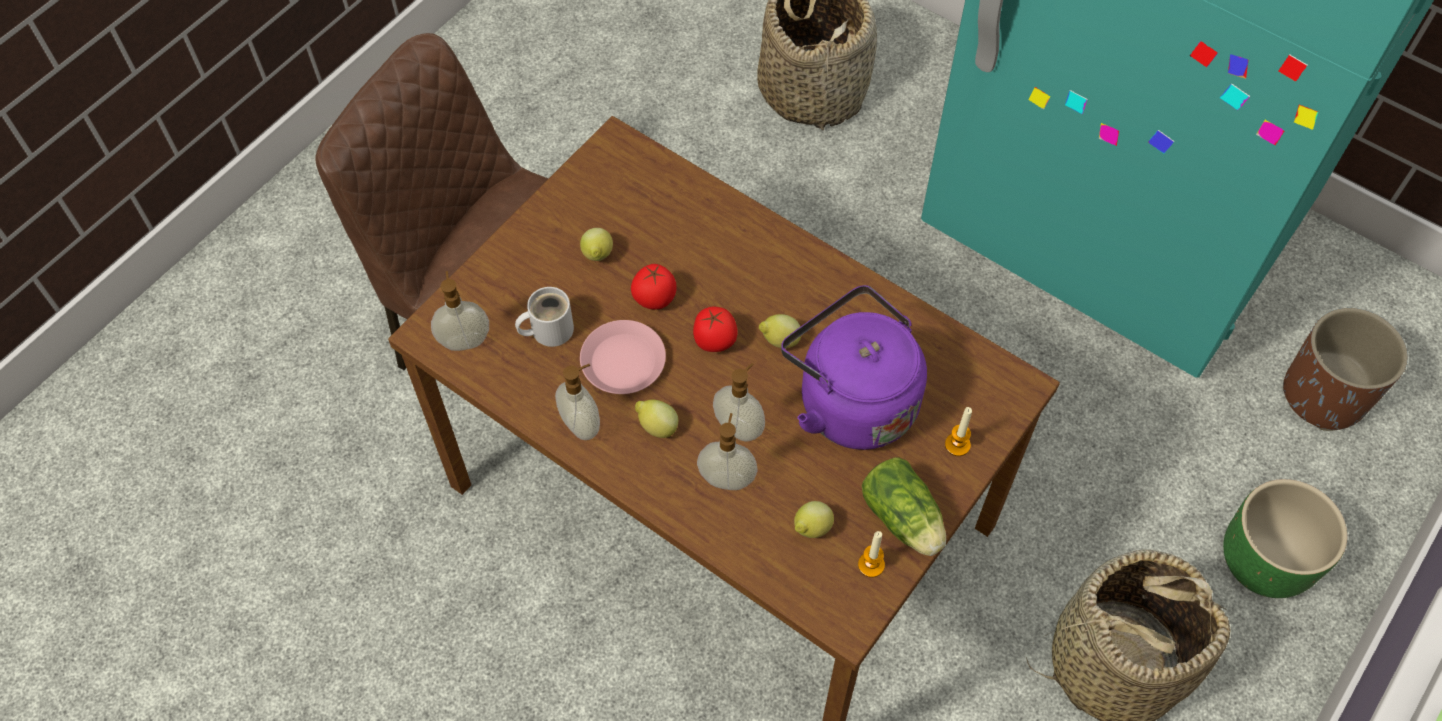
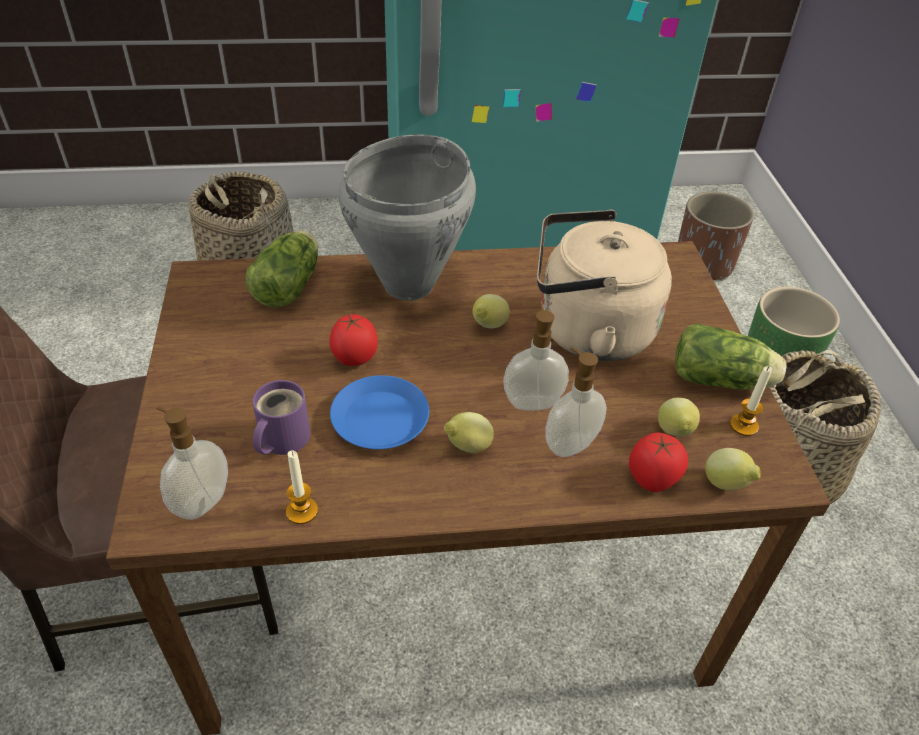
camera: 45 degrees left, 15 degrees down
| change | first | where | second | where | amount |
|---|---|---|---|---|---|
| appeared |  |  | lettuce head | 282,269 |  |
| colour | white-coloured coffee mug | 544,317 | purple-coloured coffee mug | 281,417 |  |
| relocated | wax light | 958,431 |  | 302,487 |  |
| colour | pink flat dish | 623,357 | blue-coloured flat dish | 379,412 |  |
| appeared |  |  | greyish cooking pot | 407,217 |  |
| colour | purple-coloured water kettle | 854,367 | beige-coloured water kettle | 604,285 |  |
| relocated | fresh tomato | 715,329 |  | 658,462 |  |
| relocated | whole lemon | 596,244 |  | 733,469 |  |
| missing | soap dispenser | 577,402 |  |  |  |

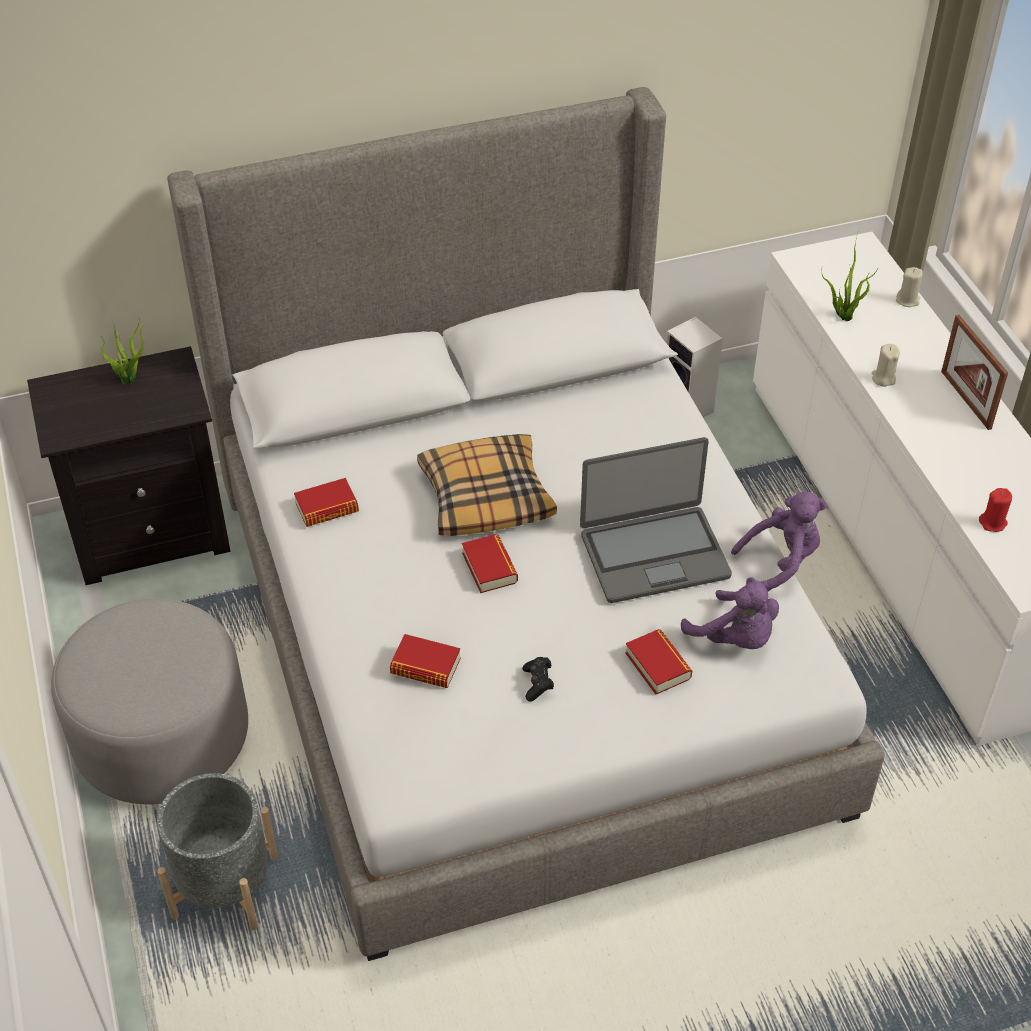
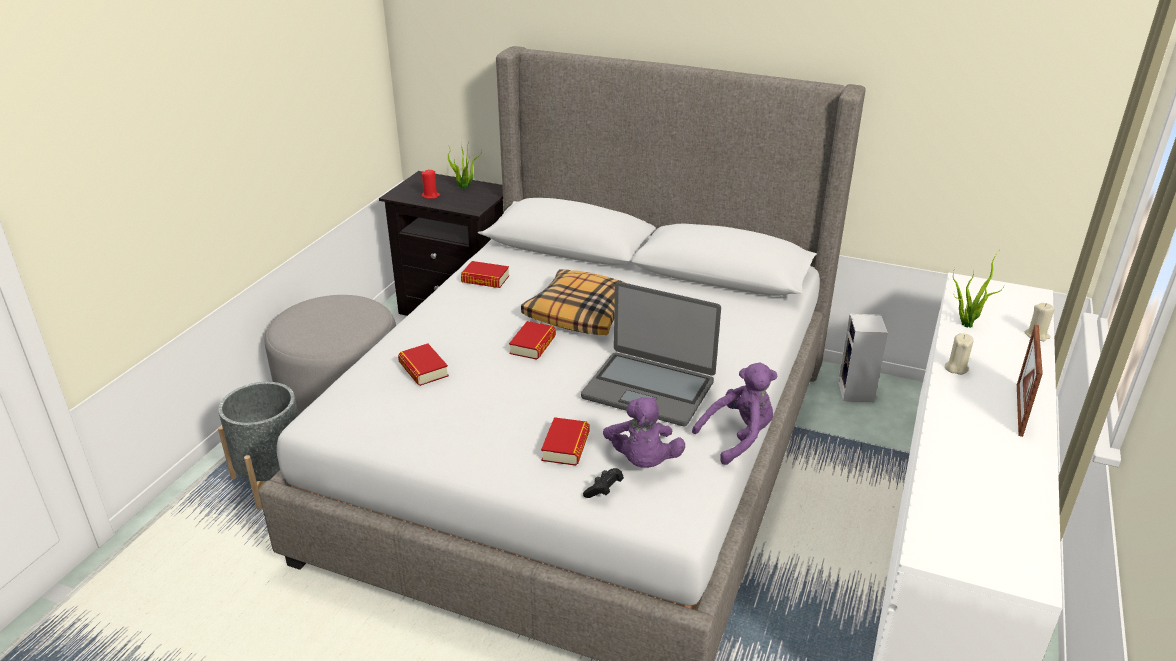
camera: 40 degrees right, 15 degrees down
| change | first | where | second | where | amount |
|---|---|---|---|---|---|
| relocated | red wax light | 995,510 |  | 430,184 |  |
| relocated | black-coloured game controller | 538,679 |  | 603,483 |  |
| spun | purple-coloured plush toy | 779,542 |  | 735,413 | 45 degrees counterclockwise |

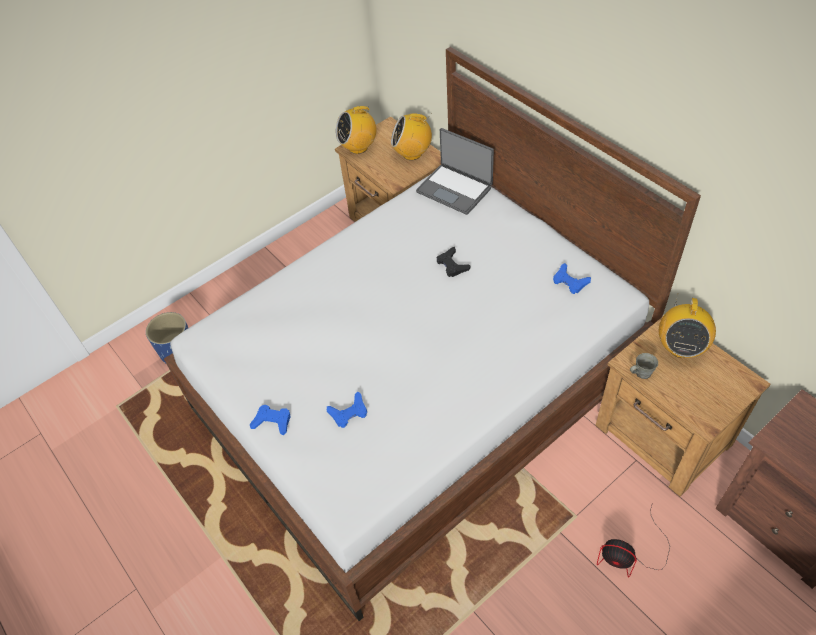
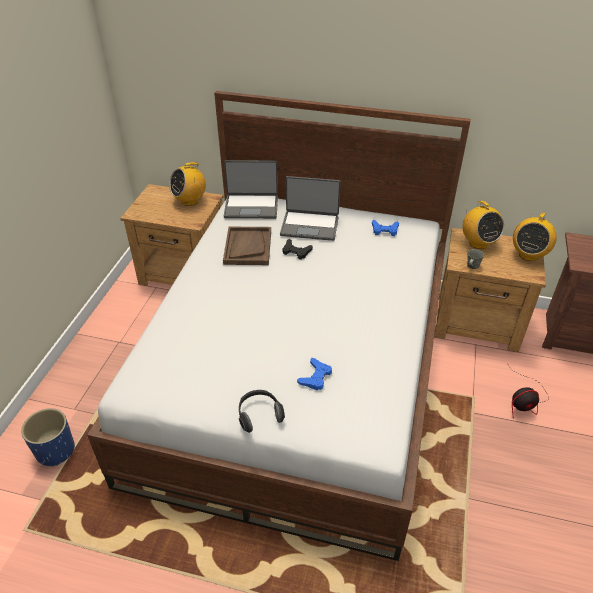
camera: 40 degrees left, 10 degrees down
| change | first | where | second | where | amount |
|---|---|---|---|---|---|
| appeared |  |  | brownish carrying tray | 247,246 |  |
| exchanged | blue-coloured game controller | 270,420 | headset | 262,411 |  |
| appeared |  |  | laptop | 310,208 |  |
| relocated | radio set | 356,128 |  | 535,235 |  |

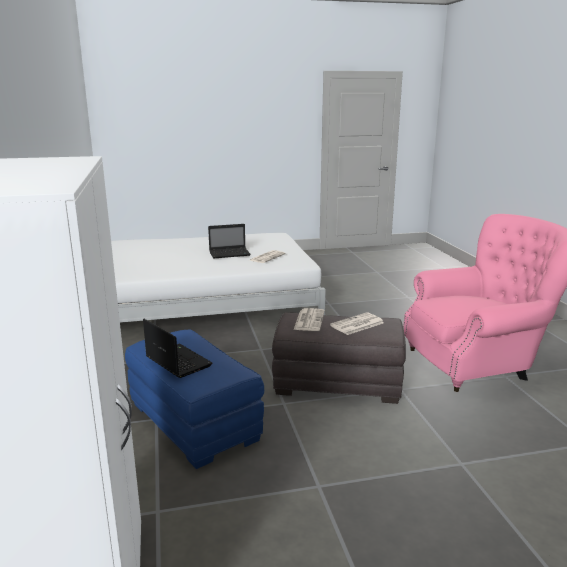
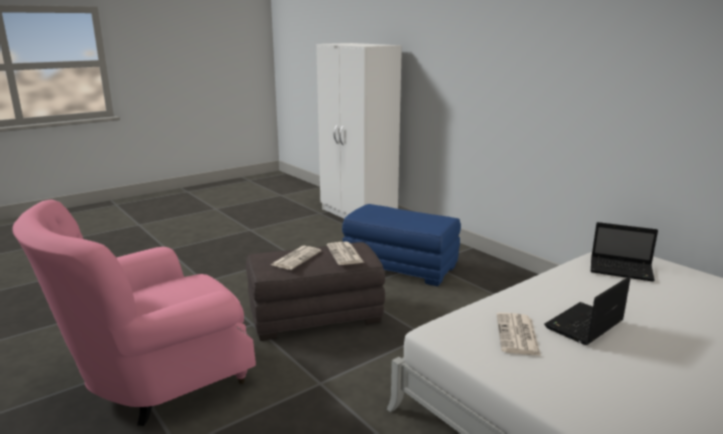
camera: 155 degrees right, 0 degrees up
| change | first | where | second | where | amount |
|---|---|---|---|---|---|
| relocated | laptop | 178,348 |  | 624,252 |  |

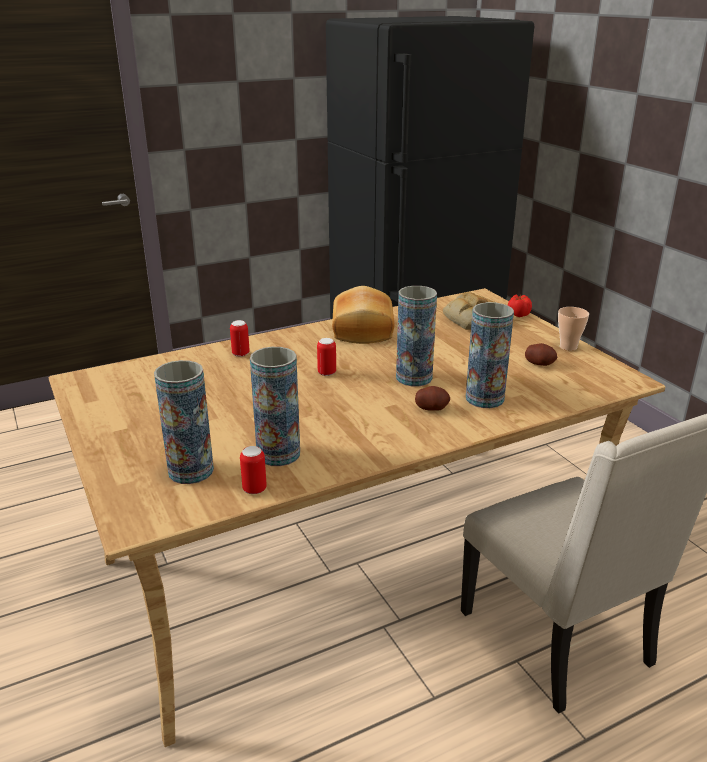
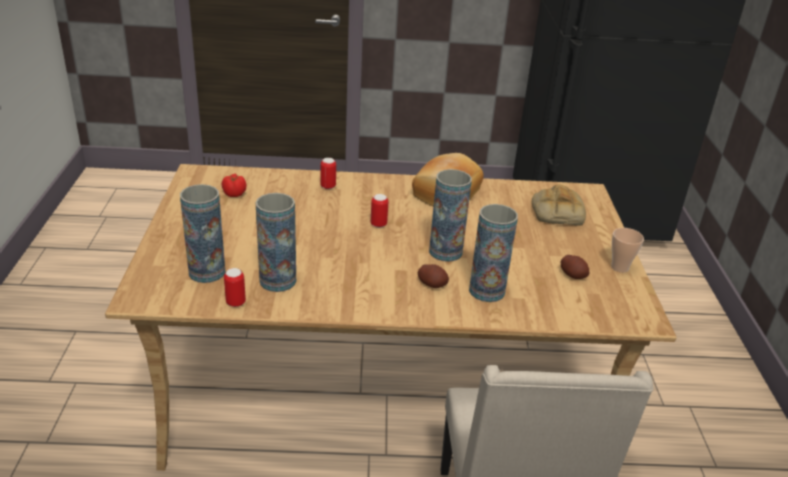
camera: 25 degrees right, 5 degrees up
| change | first | where | second | where | amount |
|---|---|---|---|---|---|
| relocated | fresh tomato | 520,305 |  | 234,185 |  |

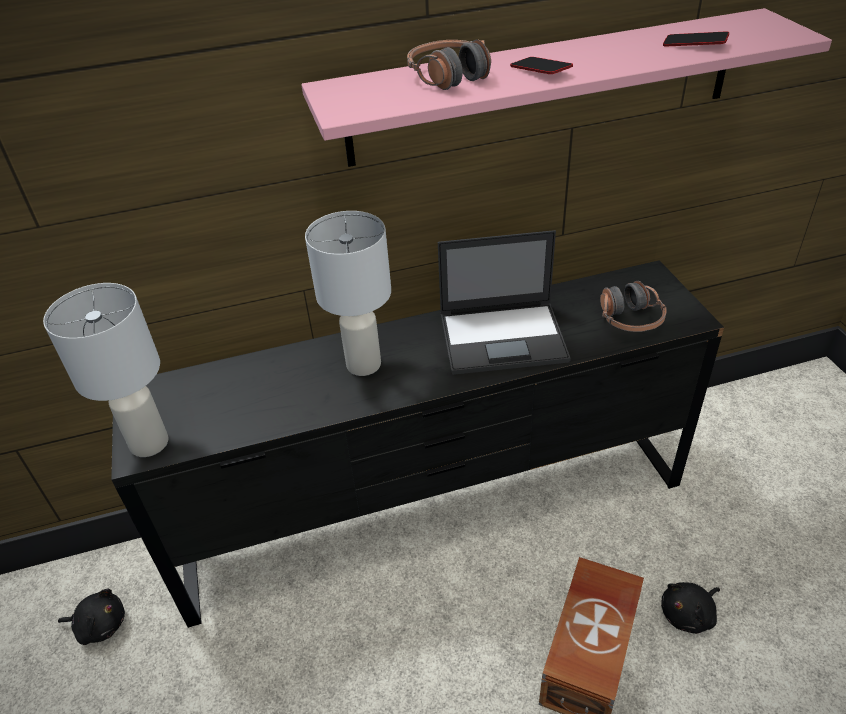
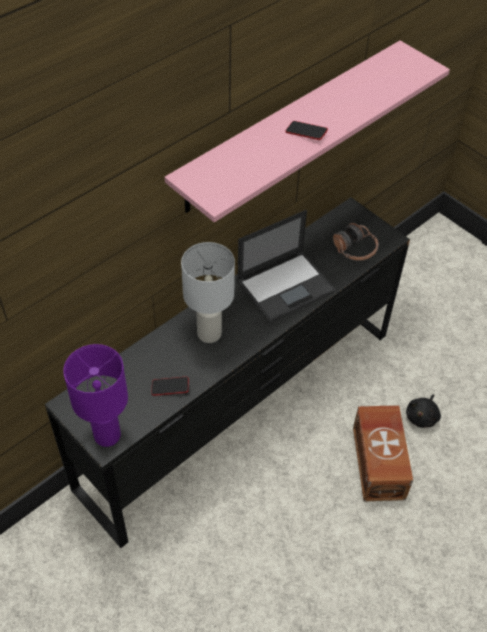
camera: 30 degrees left, 10 degrees up
| change | first | where | second | where | amount |
|---|---|---|---|---|---|
| colour | white-coloured tabletop lamp | 106,370 | purple-coloured tabletop lamp | 95,395 |  |
| relocated | handset | 696,39 |  | 170,386 |  |
| missing | black-coloured plush toy | 91,617 |  |  |  |
| missing | headset | 449,64 |  |  |  |

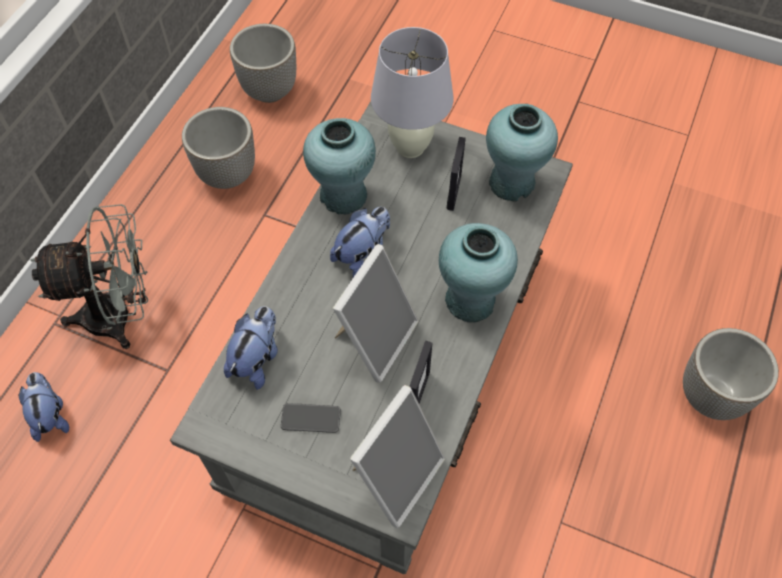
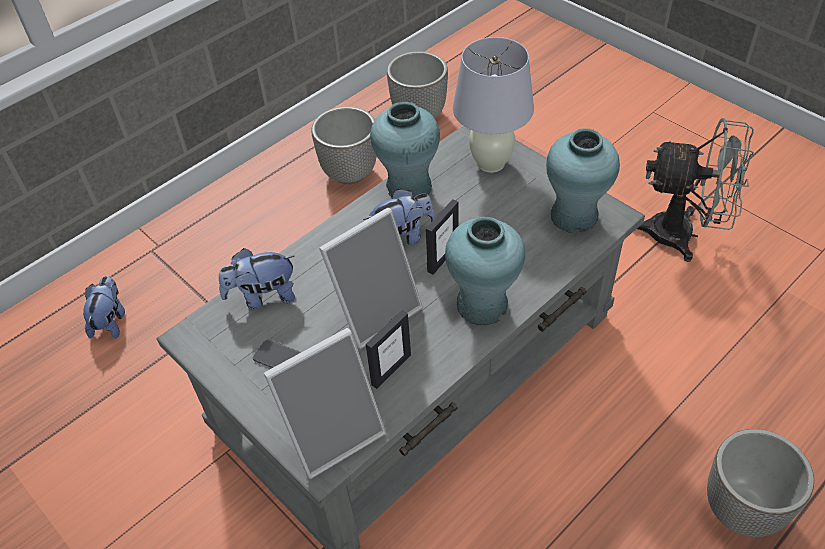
camera: 25 degrees right, 10 degrees down
| change | first | where | second | where | amount |
|---|---|---|---|---|---|
| spun | plush toy | 251,348 |  | 257,278 | 150 degrees counterclockwise |
| relocated | picture frame | 456,174 |  | 442,237 |  |
| relocated | greyish electric fan | 89,276 |  | 695,190 |  |

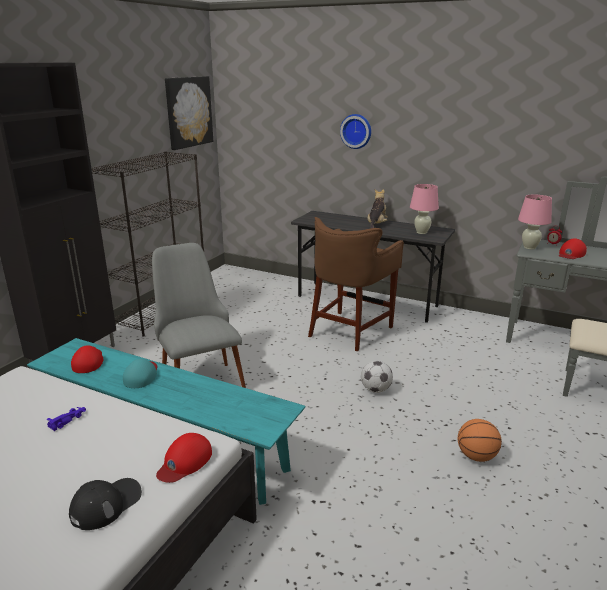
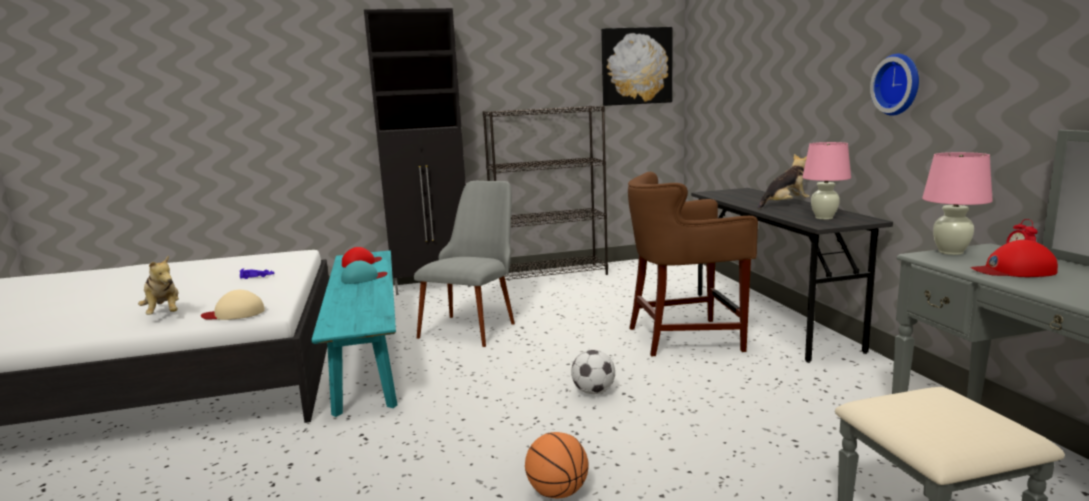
camera: 50 degrees right, 10 degrees down
| change | first | where | second | where | amount |
|---|---|---|---|---|---|
| exchanged | black-coloured cap | 105,504 | plush toy | 158,285 |  |
| colour | red cap | 184,458 | beige-coloured cap | 233,304 |  |
| relocated | hanging clock | 355,131 |  | 894,85 |  |

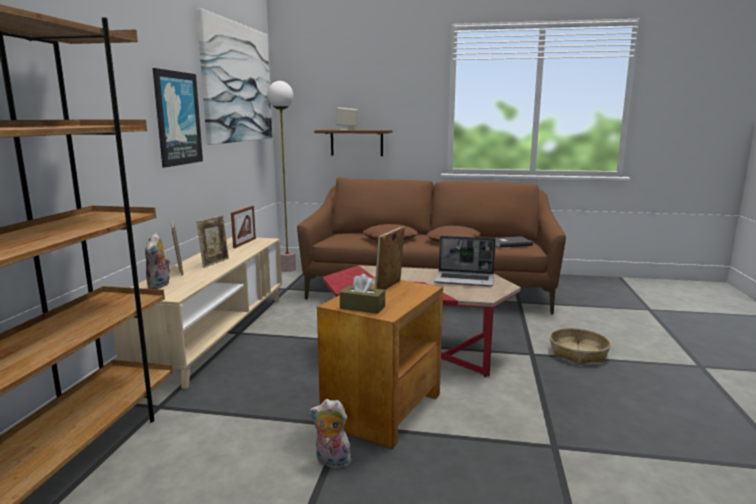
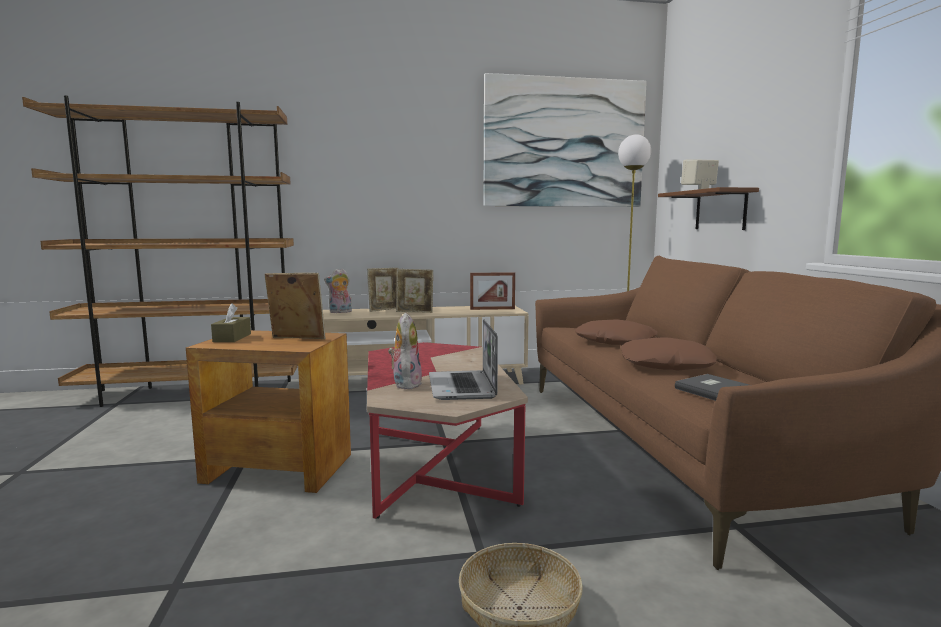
camera: 70 degrees right, 5 degrees down
| change | first | where | second | where | amount |
|---|---|---|---|---|---|
| relocated | plush toy | 330,434 |  | 405,351 |  |
| missing | wall picture | 178,118 |  |  |  |

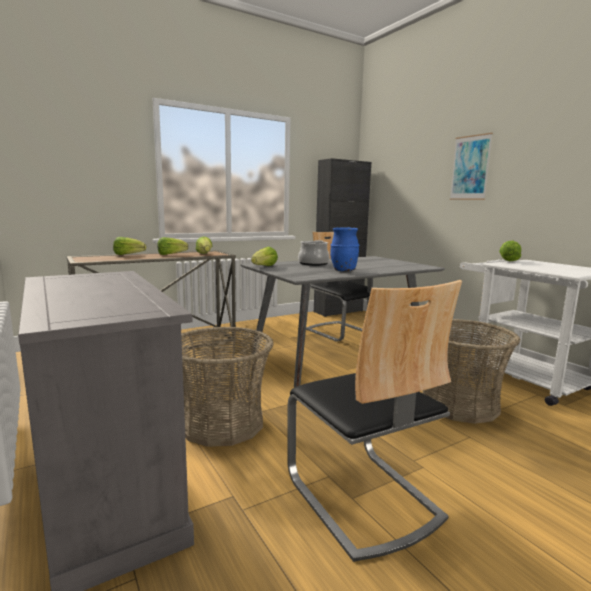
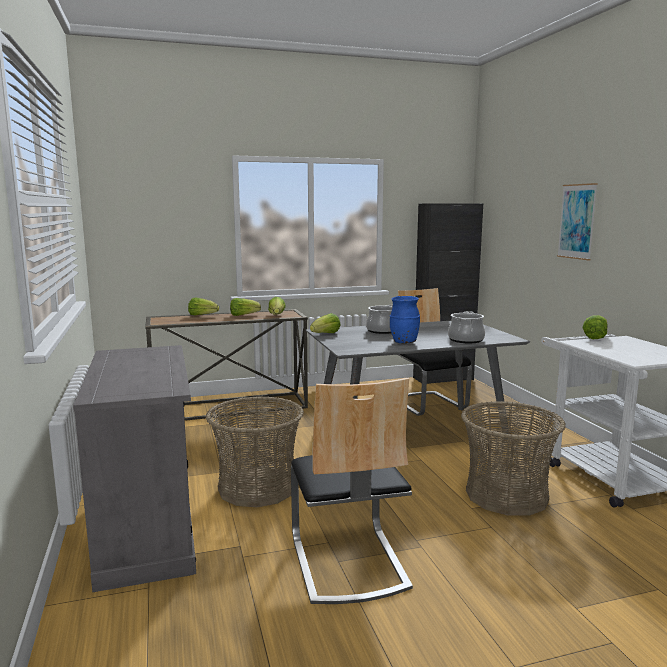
camera: 15 degrees right, 0 degrees up
| change | first | where | second | where | amount |
|---|---|---|---|---|---|
| appeared |  |  | cooking pot | 466,327 |  |

